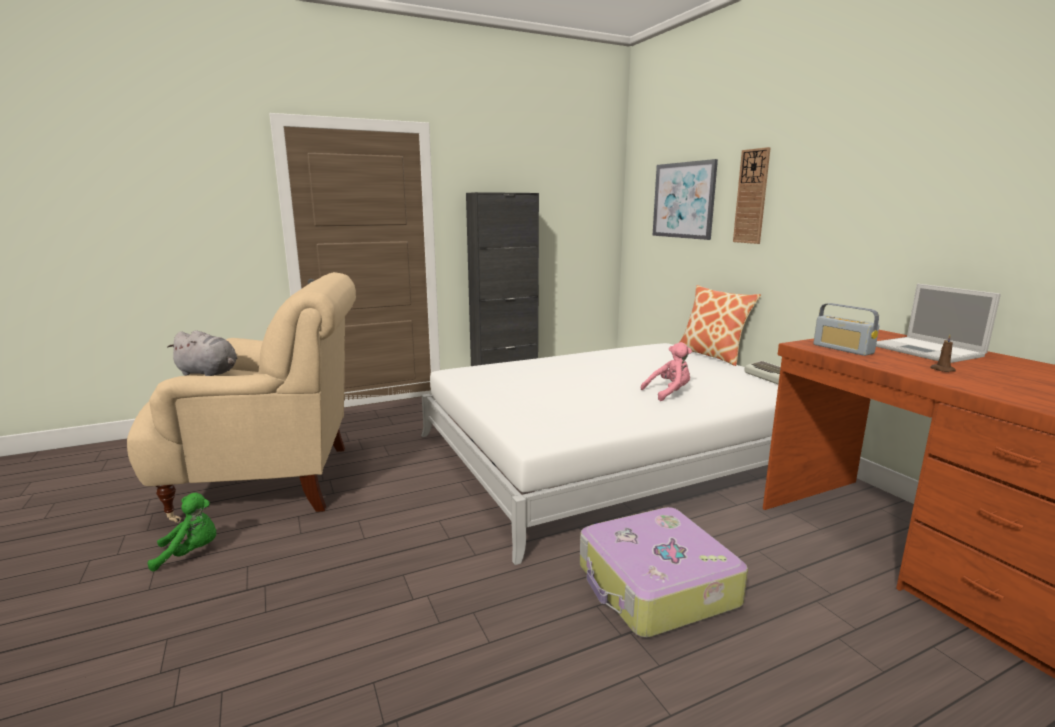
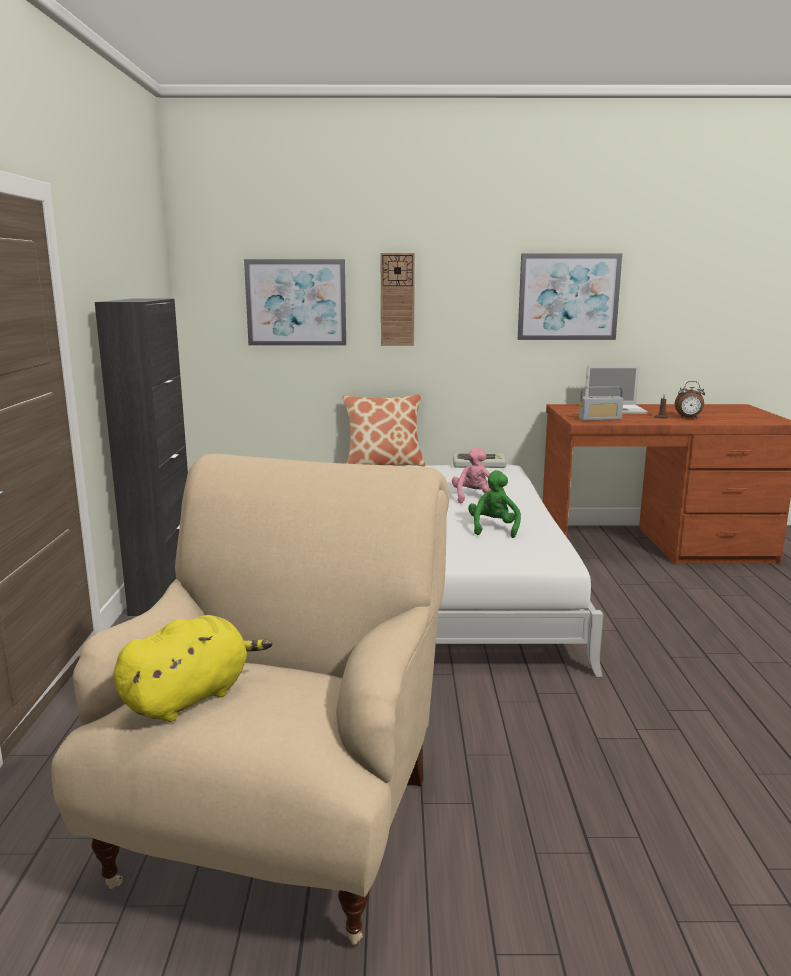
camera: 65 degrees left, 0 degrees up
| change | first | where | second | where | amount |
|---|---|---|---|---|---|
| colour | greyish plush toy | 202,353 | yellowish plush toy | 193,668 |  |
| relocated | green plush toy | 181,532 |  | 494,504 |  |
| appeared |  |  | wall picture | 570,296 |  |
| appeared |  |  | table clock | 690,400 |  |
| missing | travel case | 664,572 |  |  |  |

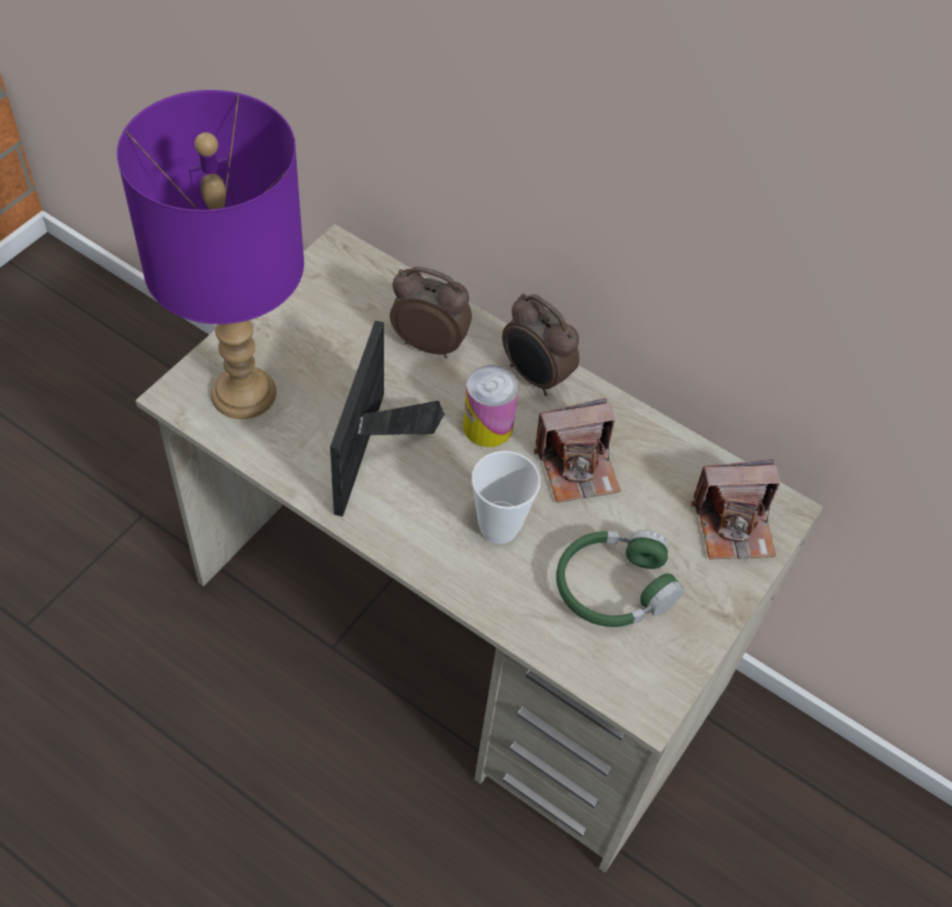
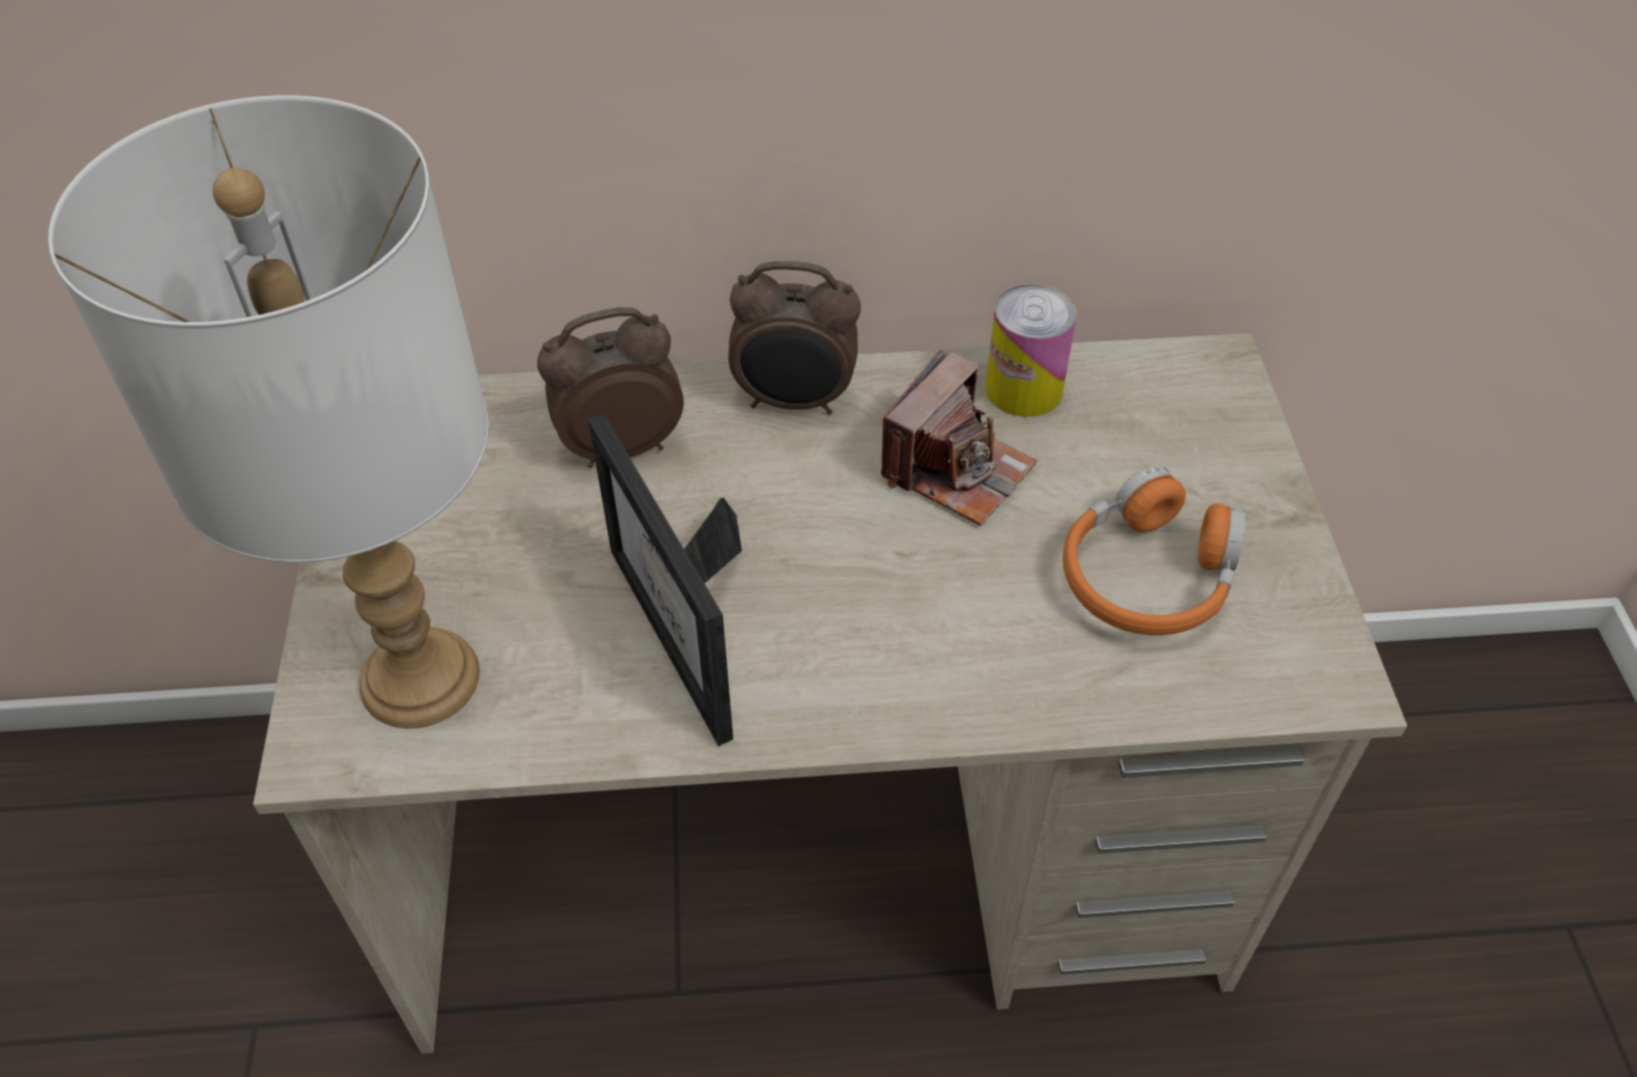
camera: 35 degrees left, 5 degrees down
| change | first | where | second | where | amount |
|---|---|---|---|---|---|
| colour | purple-coloured tabletop lamp | 210,254 | white-coloured tabletop lamp | 268,411 |  |
| relocated | can | 491,406 |  | 1031,350 |  |
| colour | green headset | 620,578 | orangey headset | 1154,550 |  |
| missing | drinking cup | 506,497 |  |  |  |
| missing | photo camera | 735,509 |  |  |  |

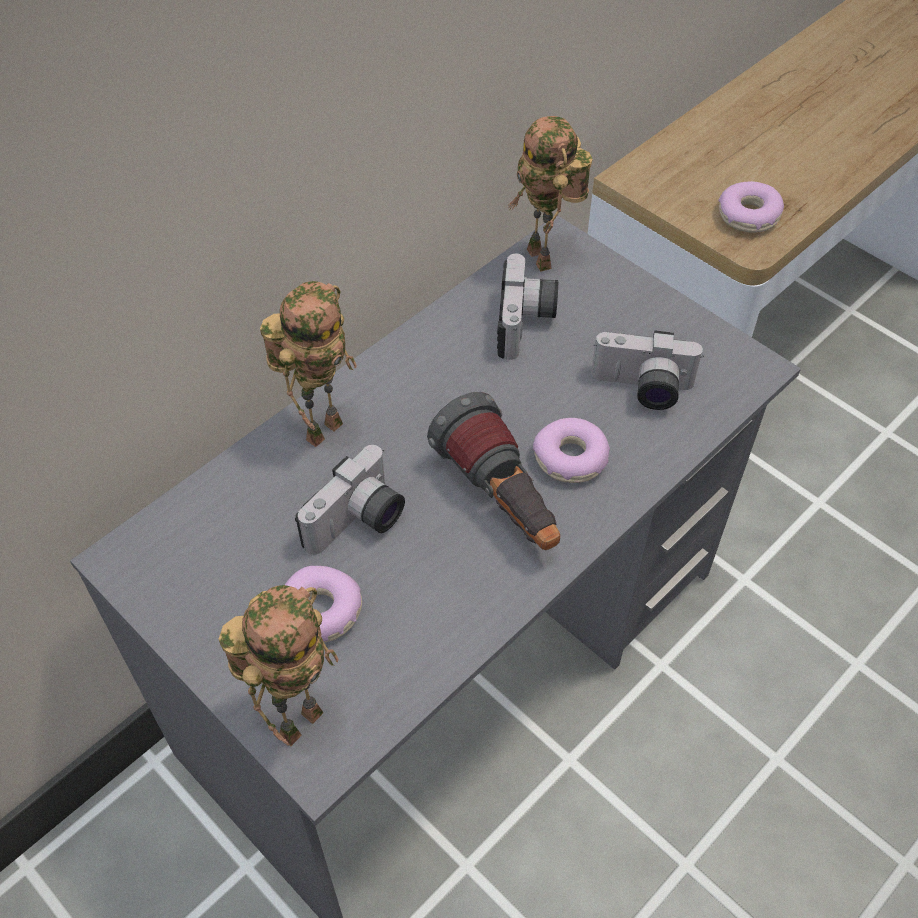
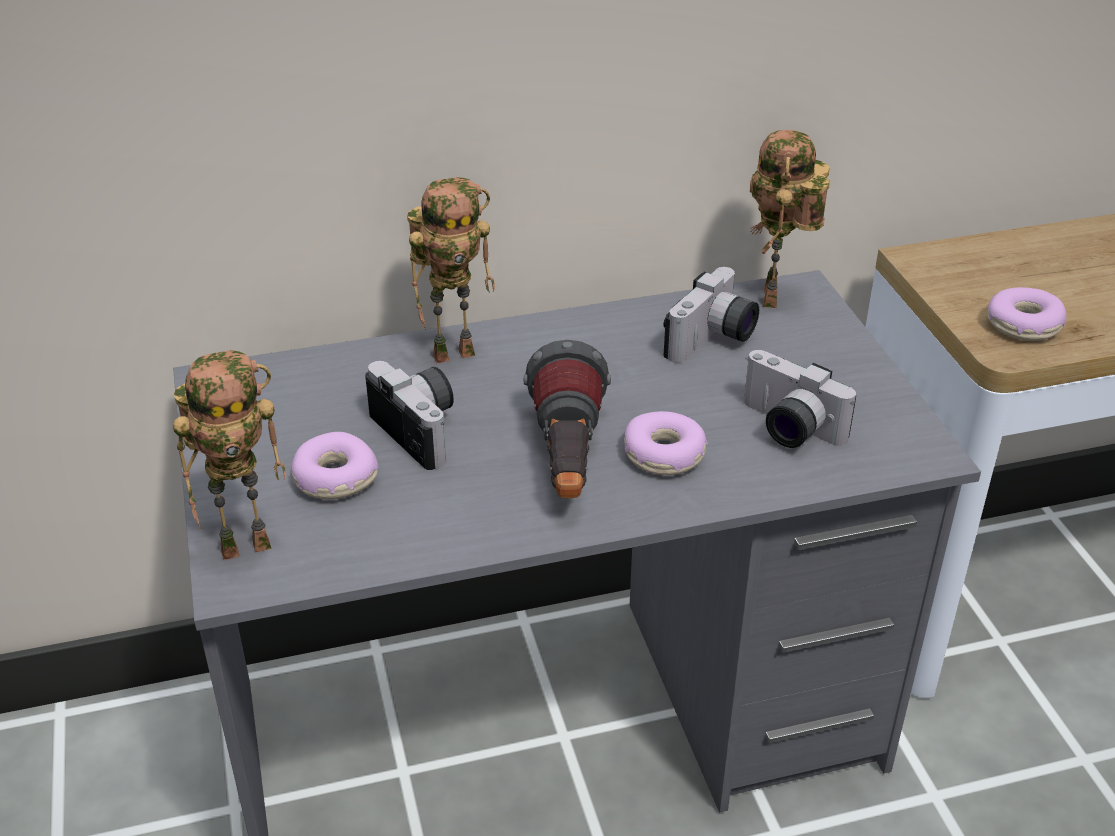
camera: 30 degrees right, 15 degrees down
| change | first | where | second | where | amount |
|---|---|---|---|---|---|
| spun | photo camera | 350,500 |  | 409,415 | 105 degrees counterclockwise |

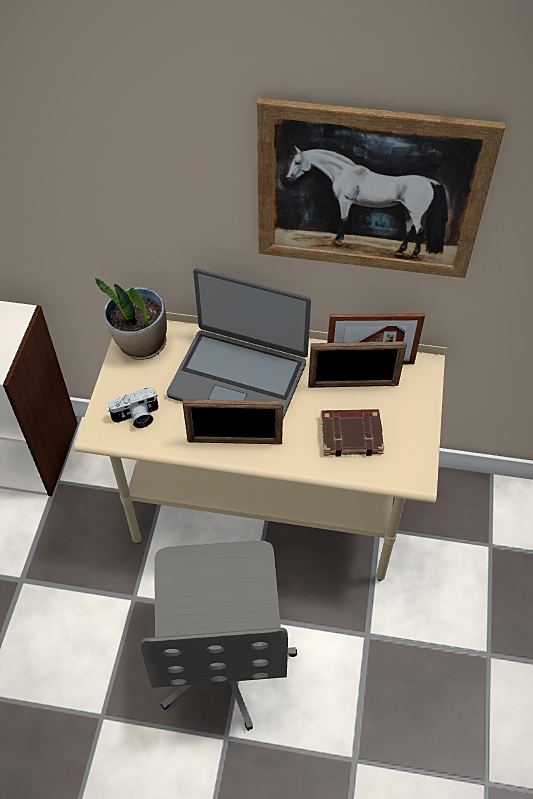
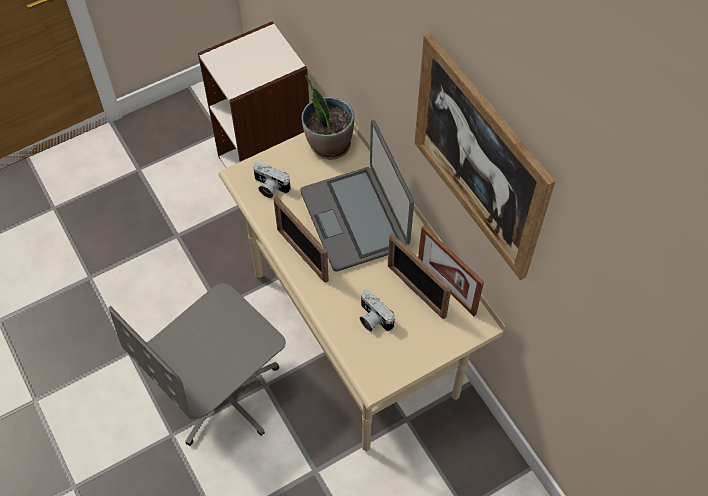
camera: 50 degrees right, 5 degrees up
| change | first | where | second | where | amount |
|---|---|---|---|---|---|
| exchanged | brownish bound book | 352,432 | photo camera | 377,311 |  |

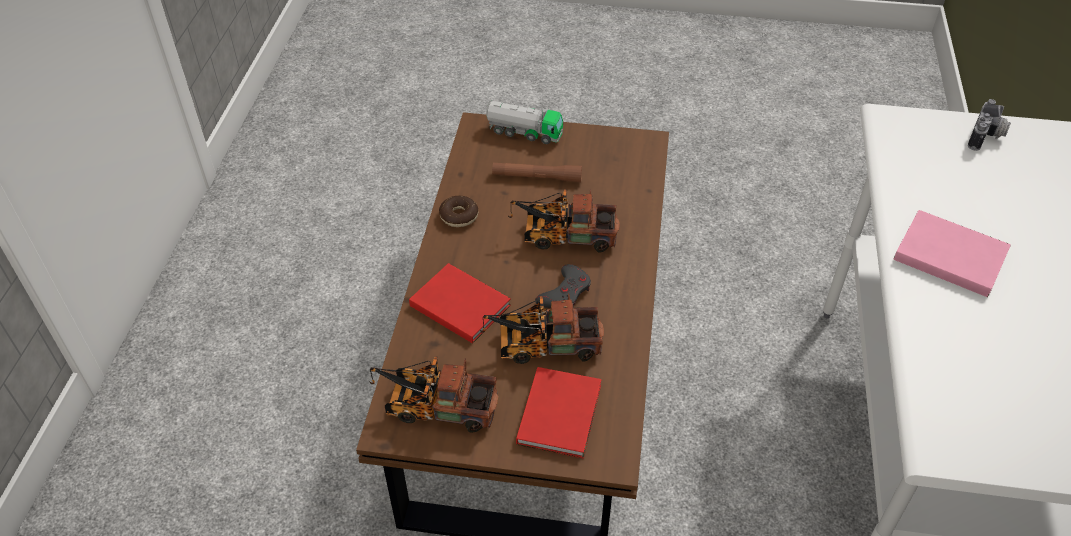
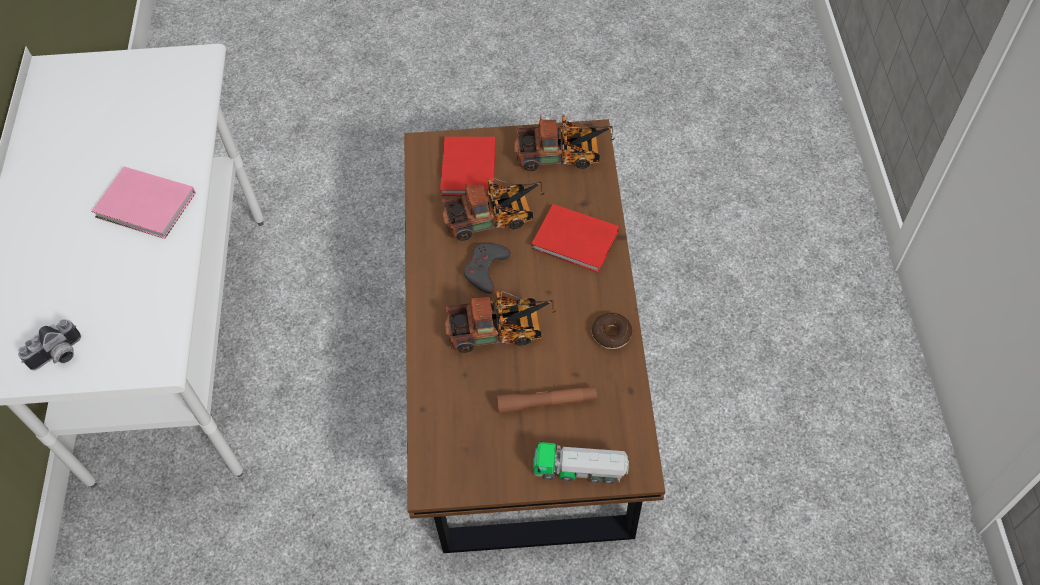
camera: 170 degrees right, 10 degrees up
| change | first | where | second | where | amount |
|---|---|---|---|---|---|
| spun | photo camera | 989,125 |  | 49,344 | 150 degrees counterclockwise |

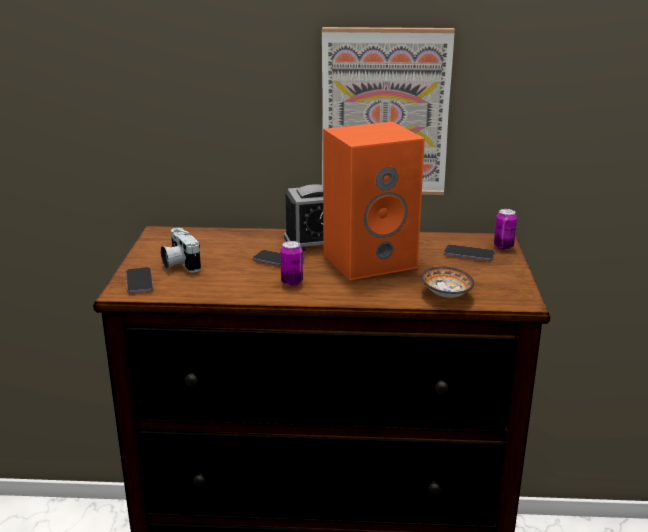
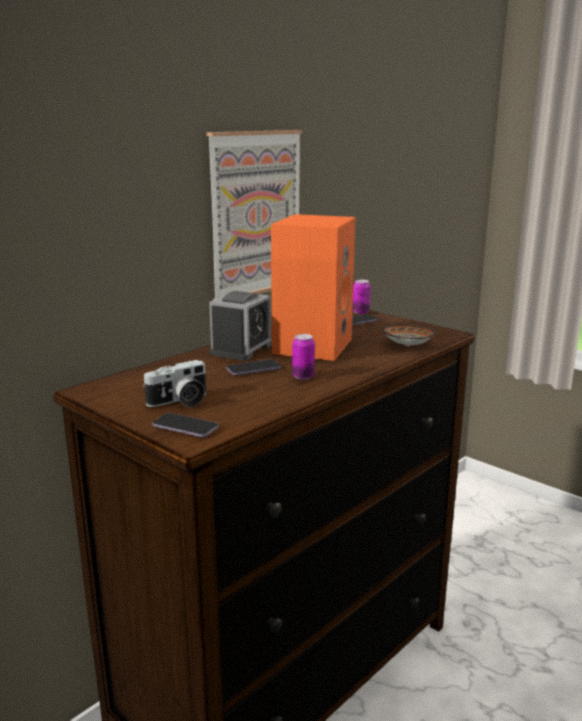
camera: 50 degrees left, 5 degrees down
| change | first | where | second | where | amount |
|---|---|---|---|---|---|
| spun | photo camera | 181,250 |  | 175,384 | 45 degrees counterclockwise |

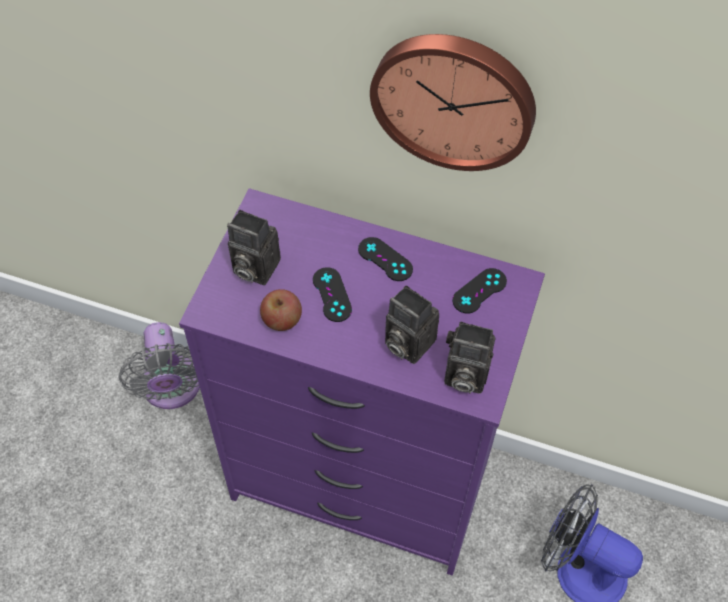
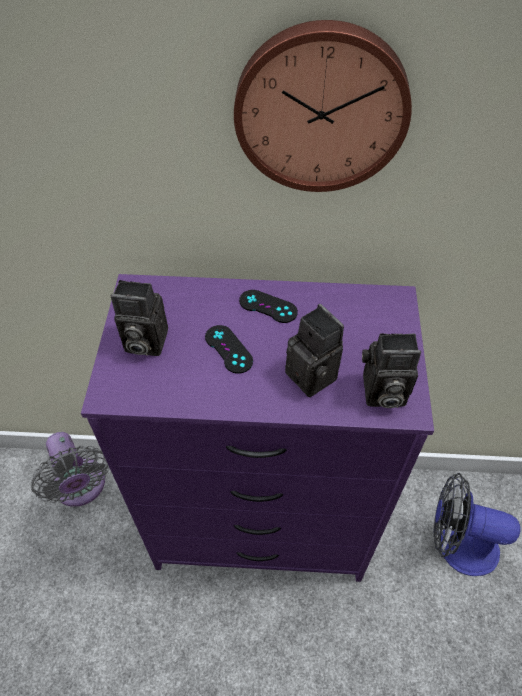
camera: 15 degrees left, 5 degrees down
| change | first | where | second | where | amount |
|---|---|---|---|---|---|
| spun | photo camera | 412,324 |  | 314,350 | 150 degrees counterclockwise |
| missing | apple fruit | 281,310 |  |  |  |
| missing | black-coloured game controller | 479,291 |  |  |  |

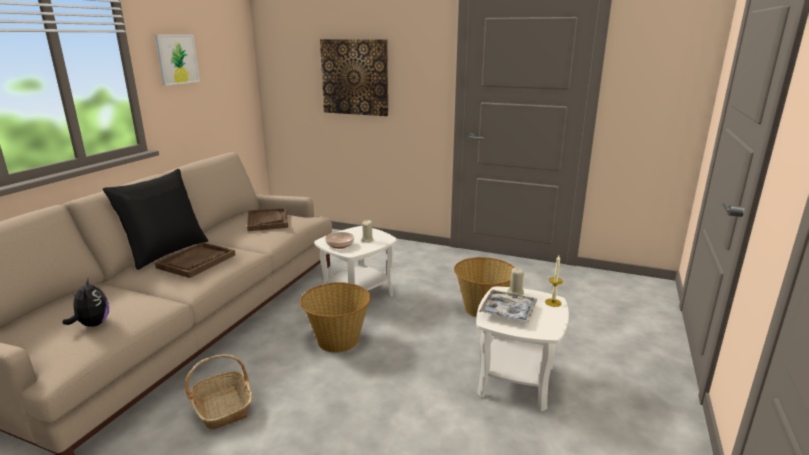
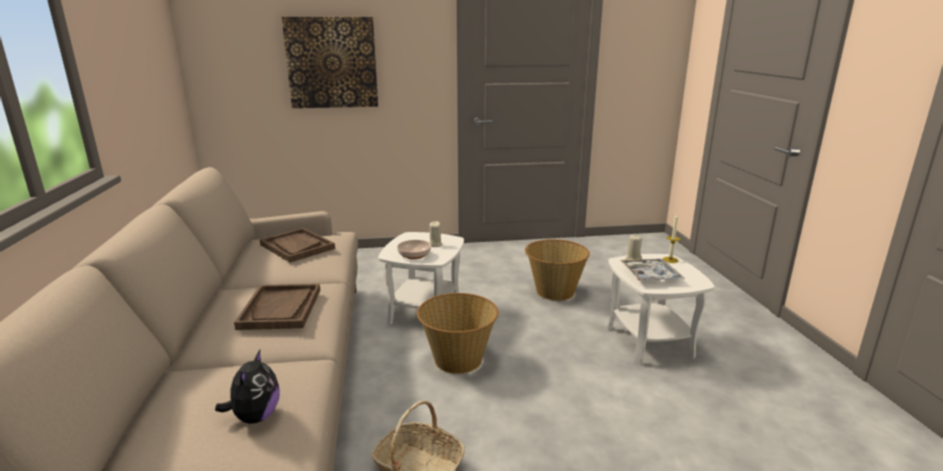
camera: 30 degrees left, 0 degrees up
| change | first | where | second | where | amount |
|---|---|---|---|---|---|
| spun | plush toy | 86,302 |  | 247,387 | 60 degrees clockwise |
| missing | black-coloured pillow | 155,219 |  |  |  |
| missing | wall picture | 177,60 |  |  |  |

